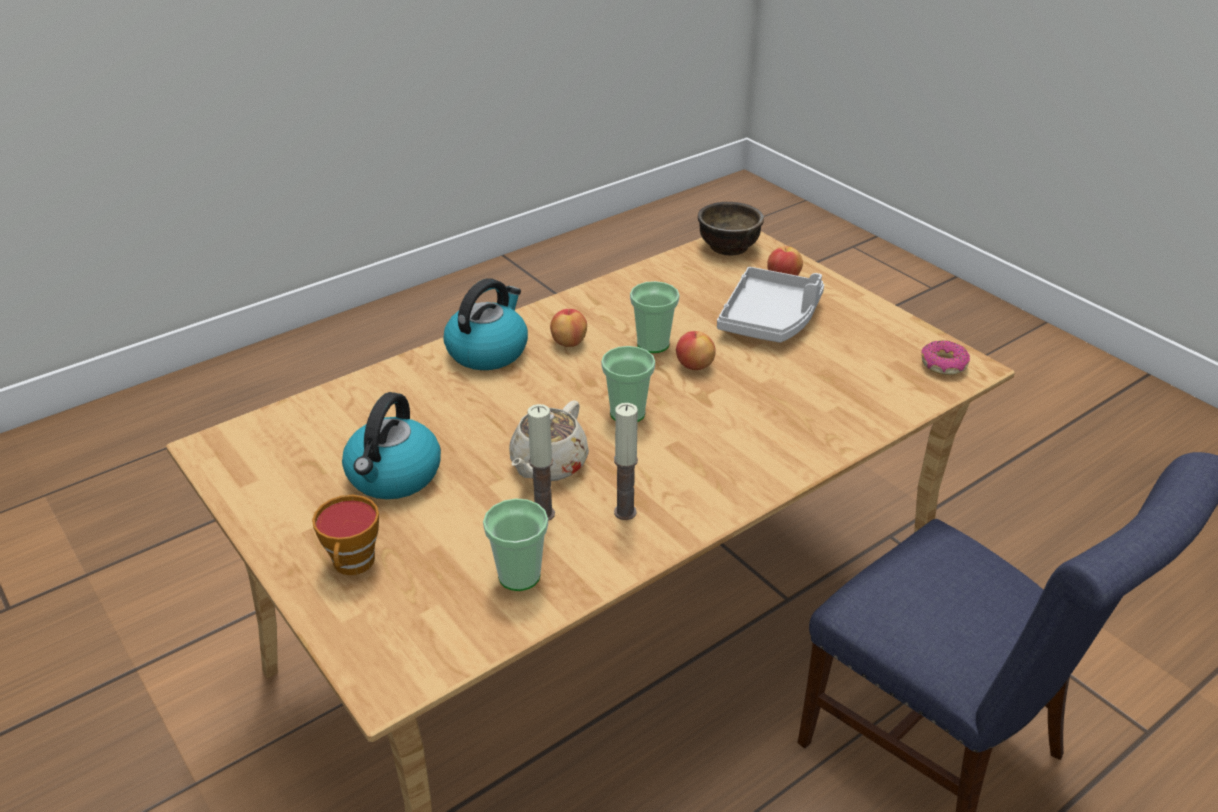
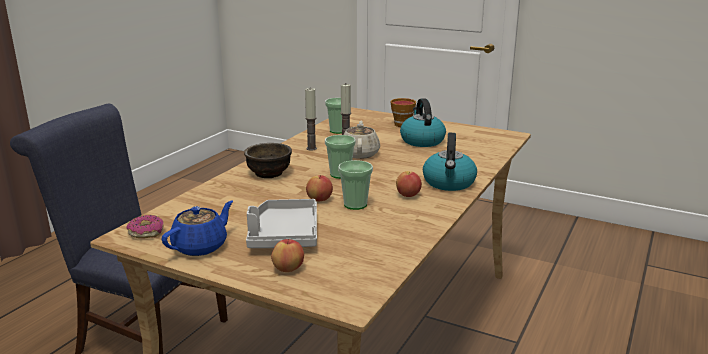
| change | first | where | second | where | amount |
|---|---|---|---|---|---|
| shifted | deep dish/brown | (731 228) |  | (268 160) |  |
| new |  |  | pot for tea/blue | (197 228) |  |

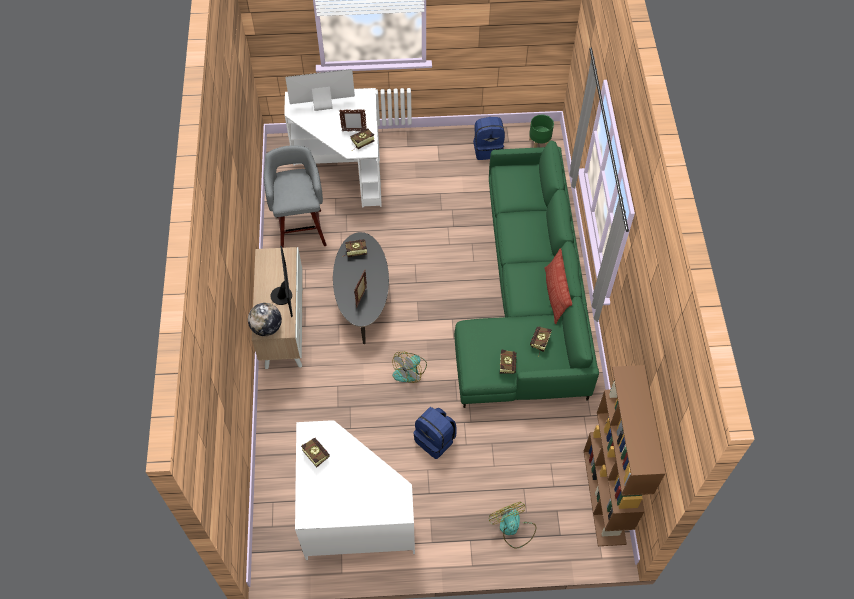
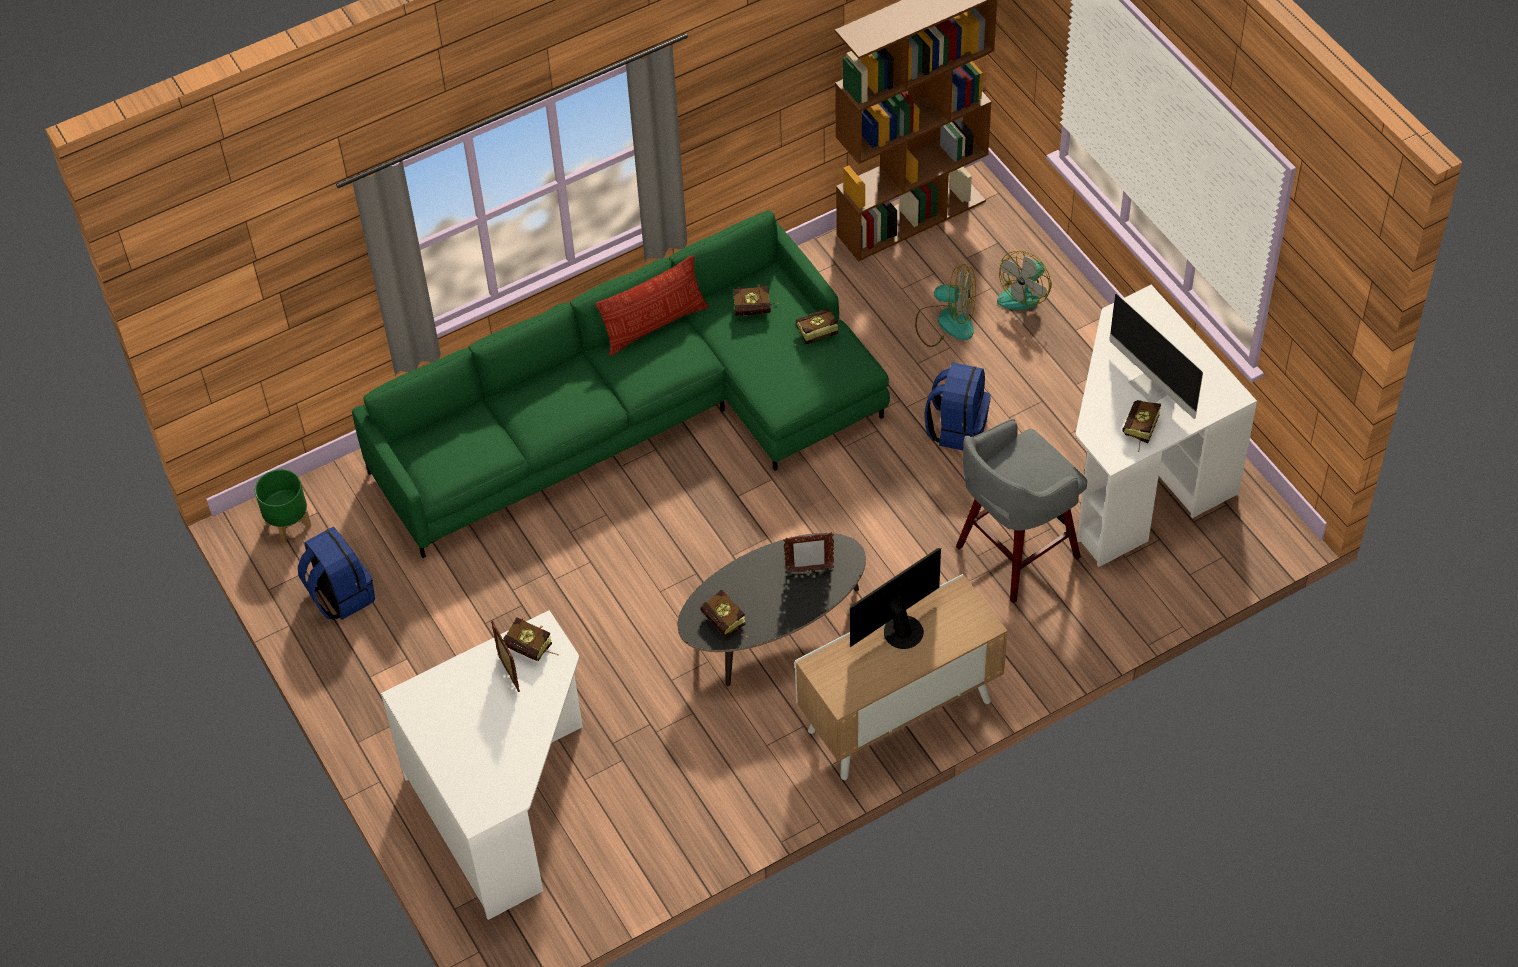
| change | first | where | second | where | amount |
|---|---|---|---|---|---|
| shifted | computer screen | (320 90) |  | (1156 356) |  |
| shifted | stool/grey | (295 196) |  | (1021 511) |  |
| gone | world globe | (265 319) |  |  |  |
| shifted | electric fan | (409 367) |  | (945 305) |  |

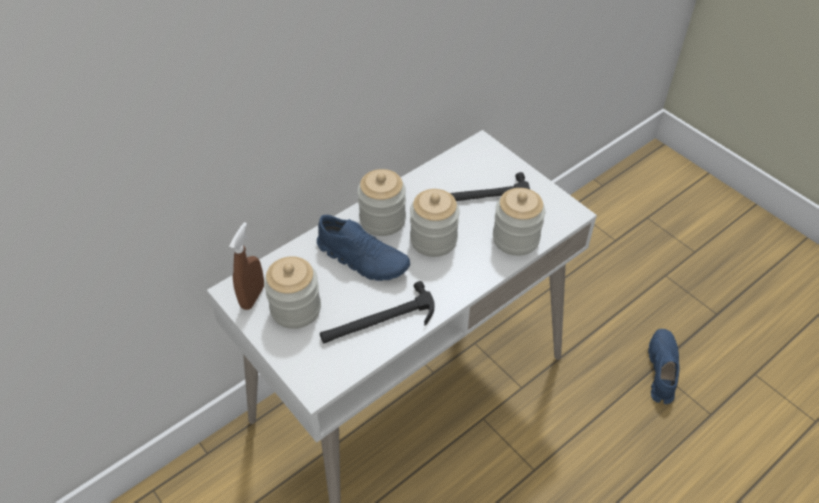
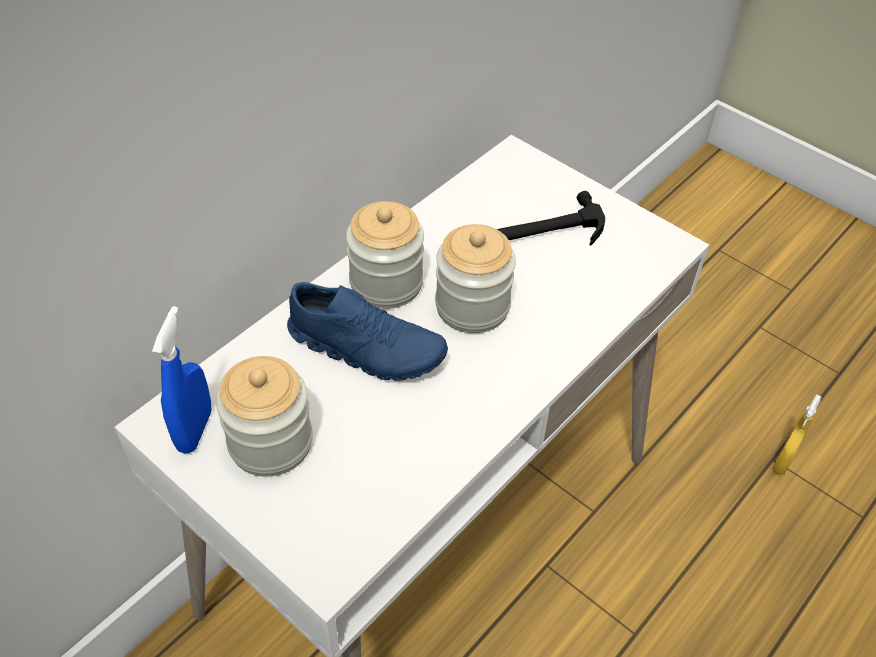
| change | first | where | second | where | amount |
|---|---|---|---|---|---|
| gone | preserve jar | (519 222) |  |  |  |
| repainted | spray bottle/brown | (246 266) | spray bottle/blue | (182 379) |  |
| gone | hammer | (377 312) |  |  |  |
| swapped | low shoe/blue | (664 366) | spray bottle/yellow-coloured | (797 434) |  |

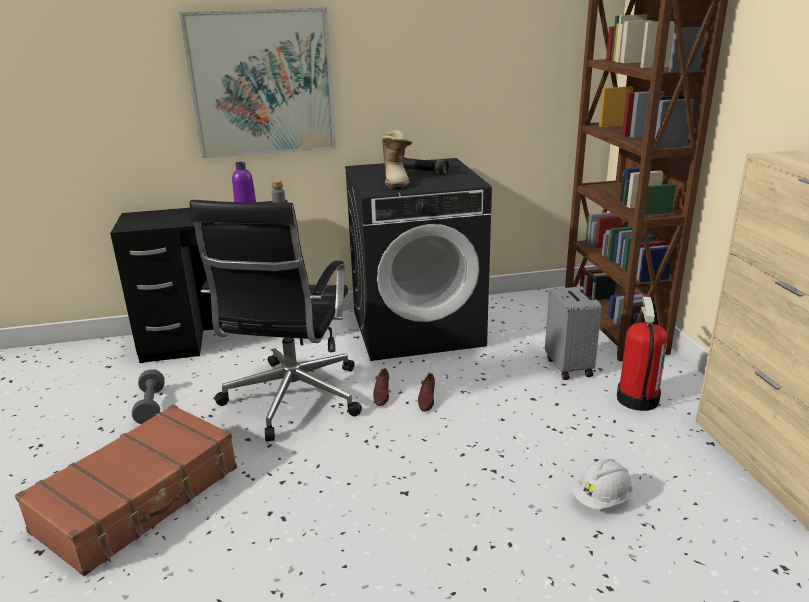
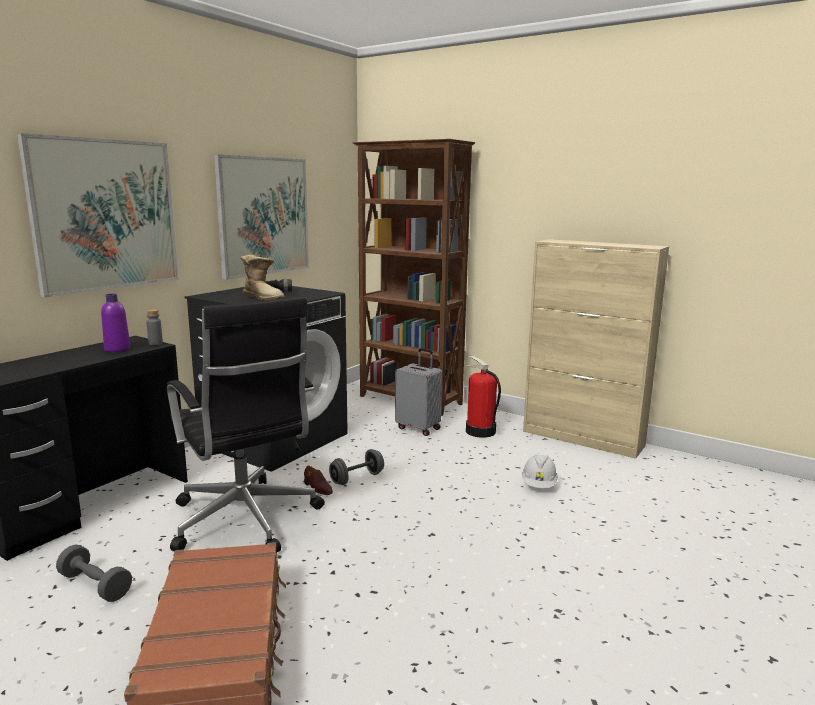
| change | first | where | second | where | amount |
|---|---|---|---|---|---|
| swapped | low shoe/brown | (426 392) | free weight/grey | (356 467) |  |
| new |  |  | wall art | (261 217) |  |

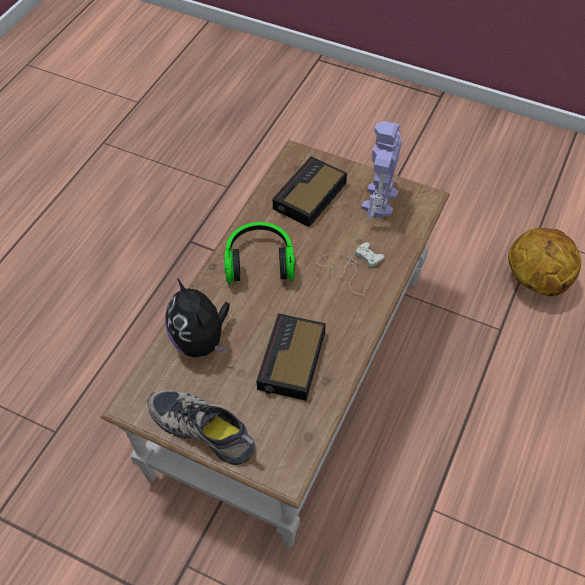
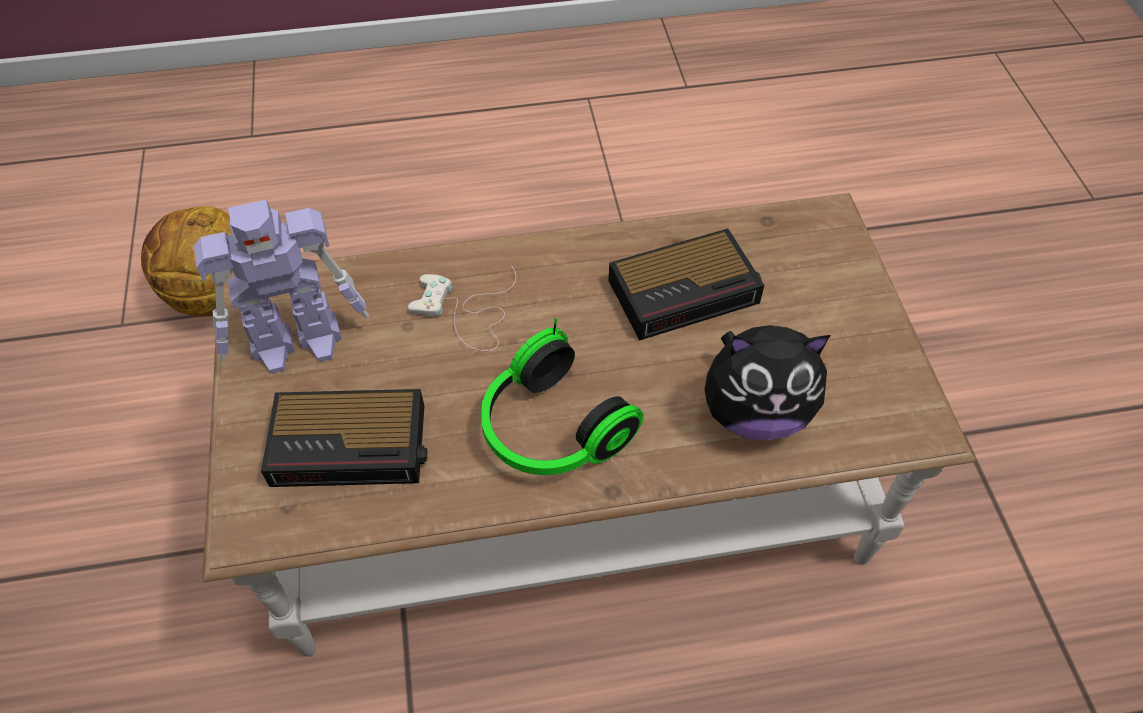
| change | first | where | second | where | amount |
|---|---|---|---|---|---|
| rotated | soft toy | (197 318) |  | (767 383) | 60 degrees clockwise |
| gone | low shoe | (201 427) |  |  |  |

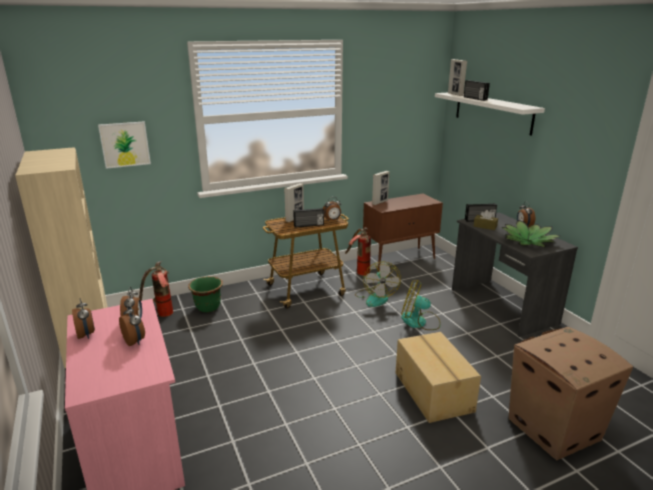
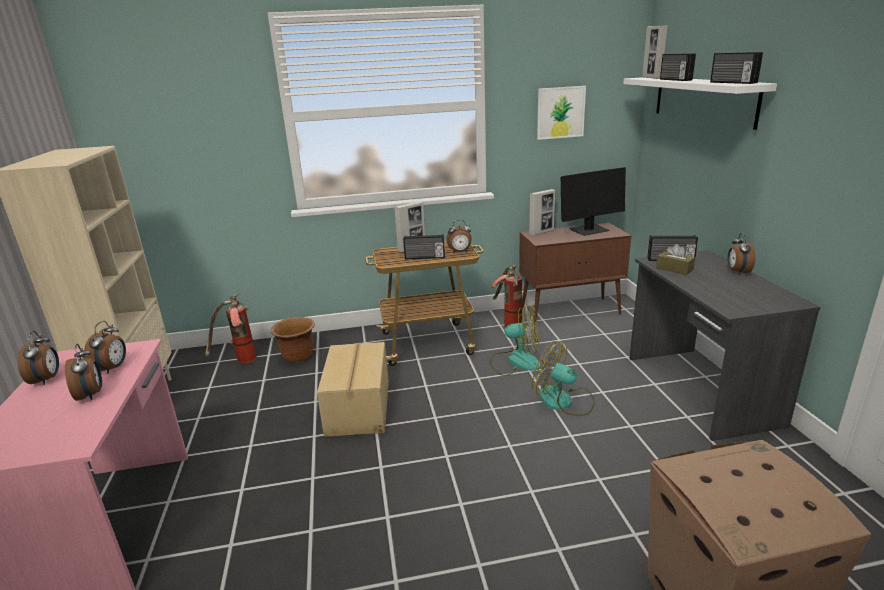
| change | first | where | second | where | amount |
|---|---|---|---|---|---|
| shifted | wall art | (124 145) |  | (561 113) |  |
| gone | potted plant | (530 233) |  |  |  |
| rotated | electric fan | (378 284) |  | (515 340) | 90 degrees counterclockwise |
| repainted | planter/green-coloured | (205 294) | planter/brown | (293 339) |  |
| shifted | cardboard box | (438 377) |  | (353 389) |  |
| new |  |  | radio set | (736 68) |  |
| new |  |  | computer screen | (593 201) |  |

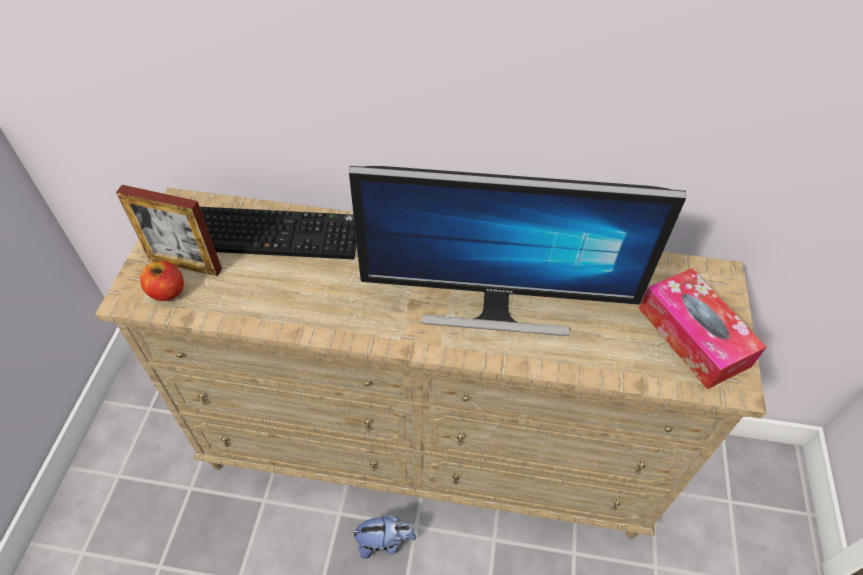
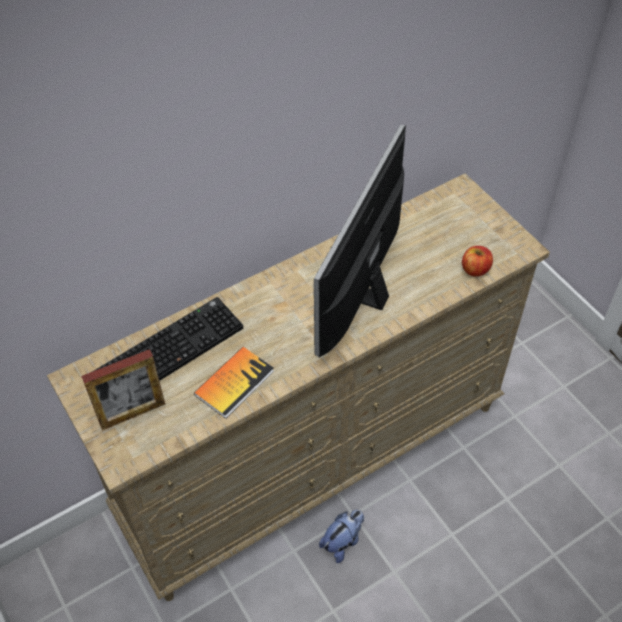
| change | first | where | second | where | amount |
|---|---|---|---|---|---|
| rotated | computer screen | (517 251) |  | (360 241) | 150 degrees clockwise |
| shifted | apple fruit | (162 281) |  | (477 261) |  |
| gone | tissue box | (702 328) |  |  |  |
| new |  |  | bound book | (234 383) |  |

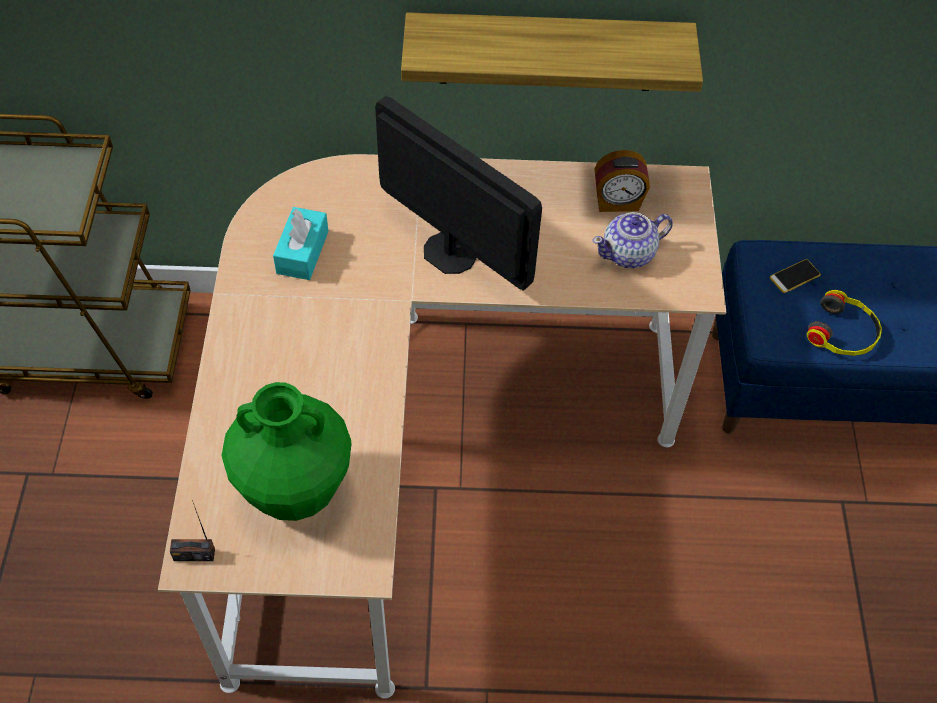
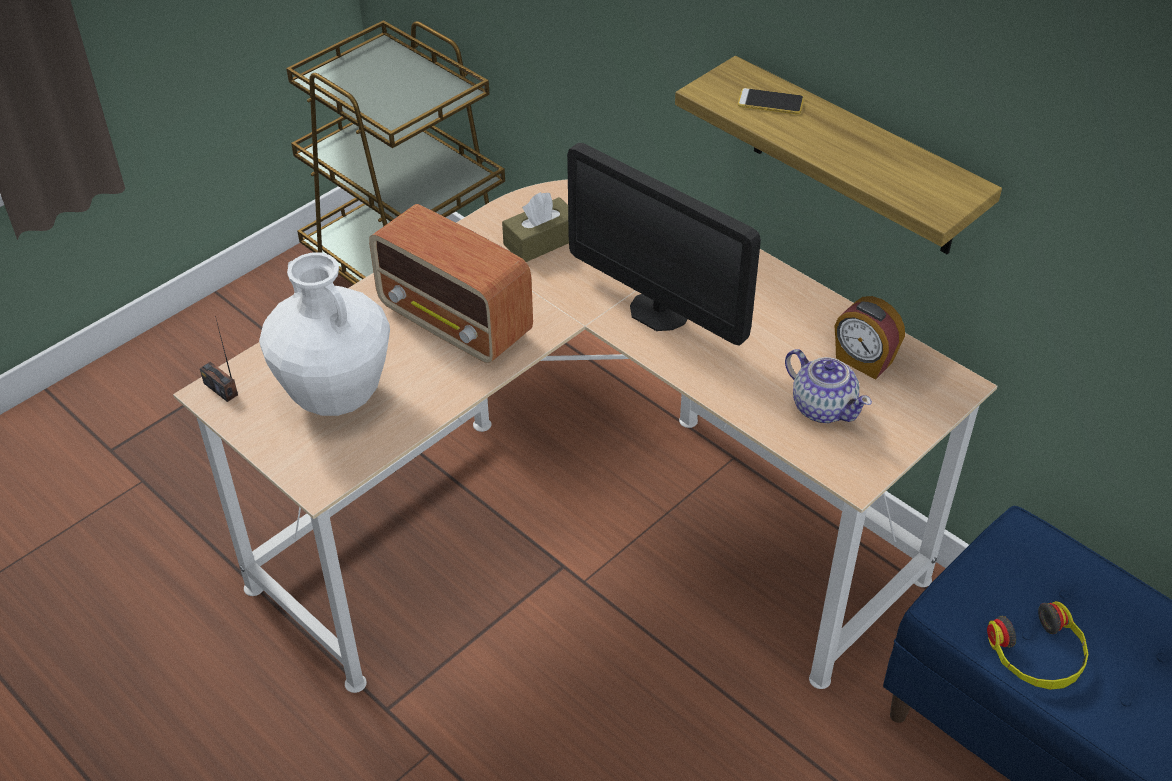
| change | first | where | second | where | amount |
|---|---|---|---|---|---|
| rotated | computer screen | (458 193) |  | (664 244) | 135 degrees clockwise |
| repainted | tissue box/blue-green | (301 243) | tissue box/brown | (535 227) |  |
| rotated | pot for tea | (632 240) |  | (828 386) | 150 degrees counterclockwise |
| shifted | telephone | (795 276) |  | (771 101) |  |
| repainted | flower vase/green-coloured | (286 451) | flower vase/whitish | (324 334) |  |
| new |  |  | radio set | (451 283) |  |

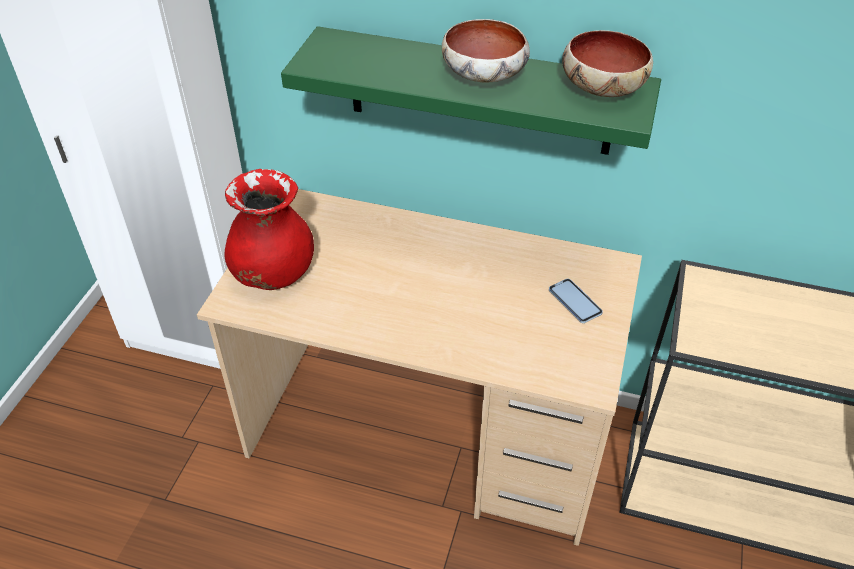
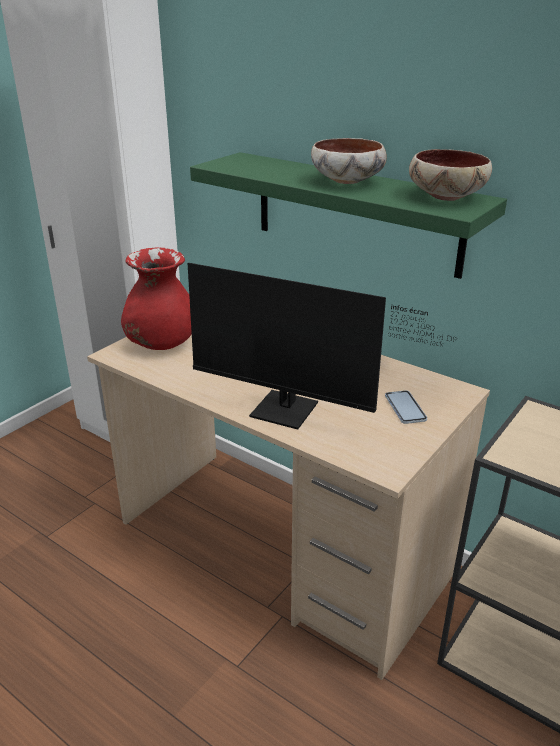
| change | first | where | second | where | amount |
|---|---|---|---|---|---|
| new |  |  | computer screen | (322 346) |  |

